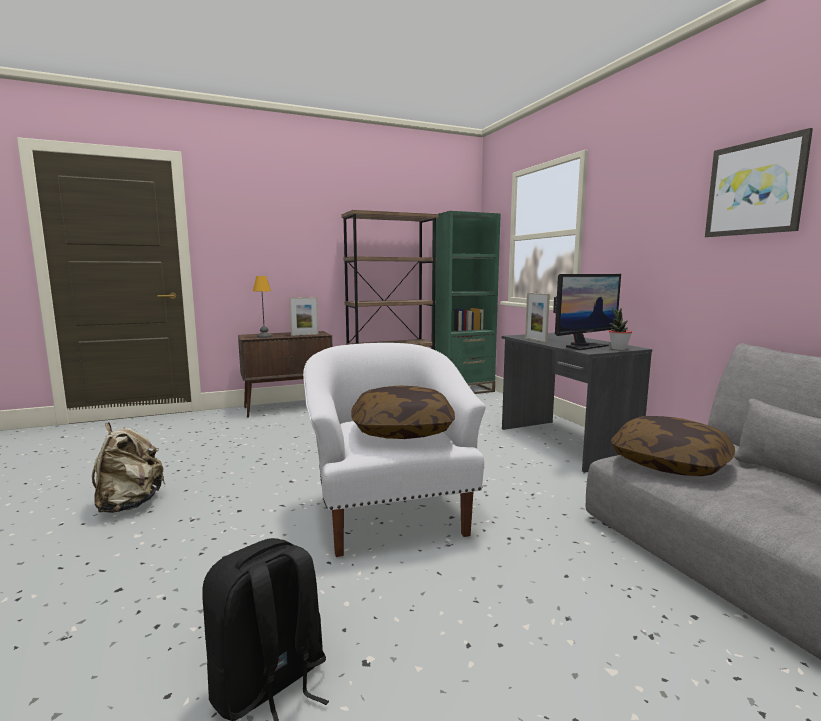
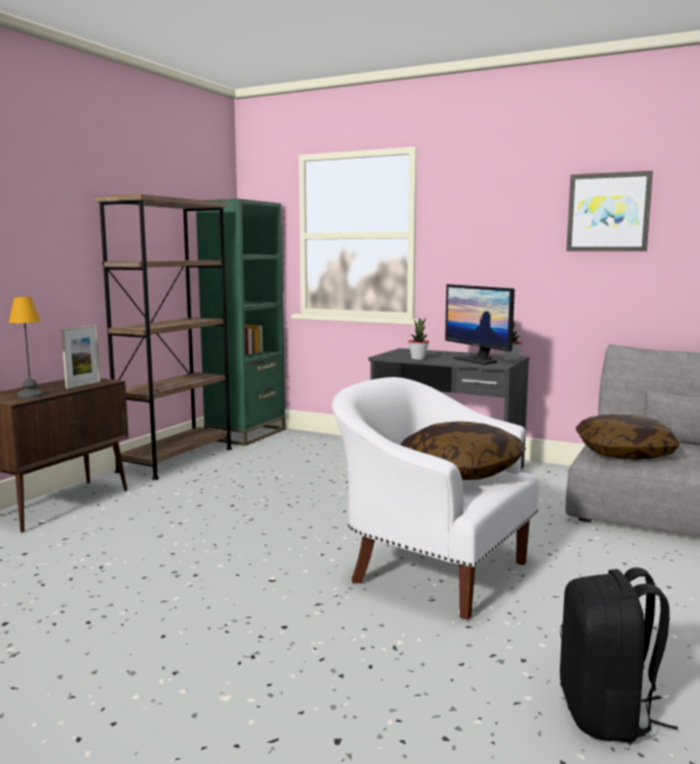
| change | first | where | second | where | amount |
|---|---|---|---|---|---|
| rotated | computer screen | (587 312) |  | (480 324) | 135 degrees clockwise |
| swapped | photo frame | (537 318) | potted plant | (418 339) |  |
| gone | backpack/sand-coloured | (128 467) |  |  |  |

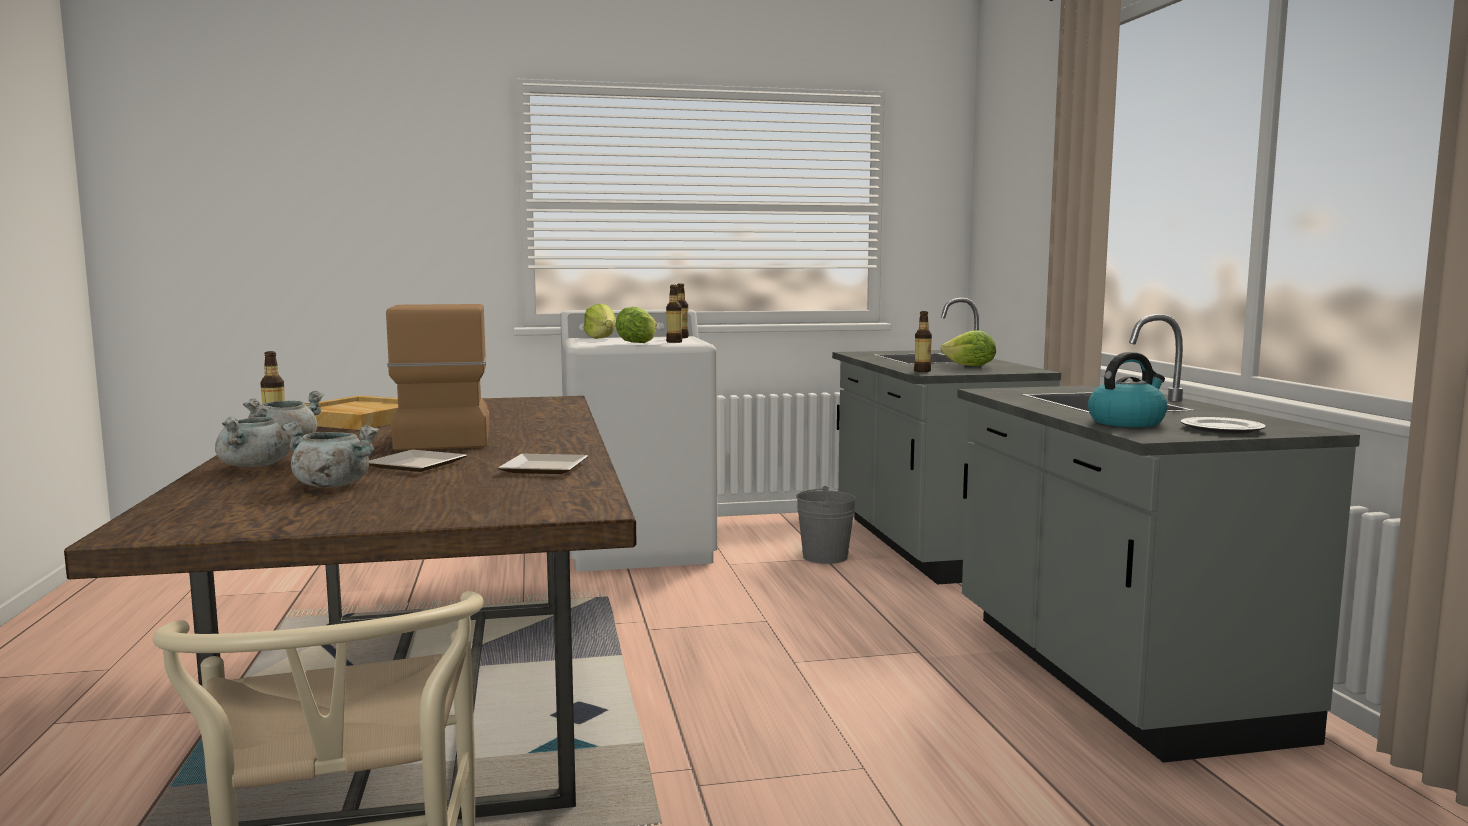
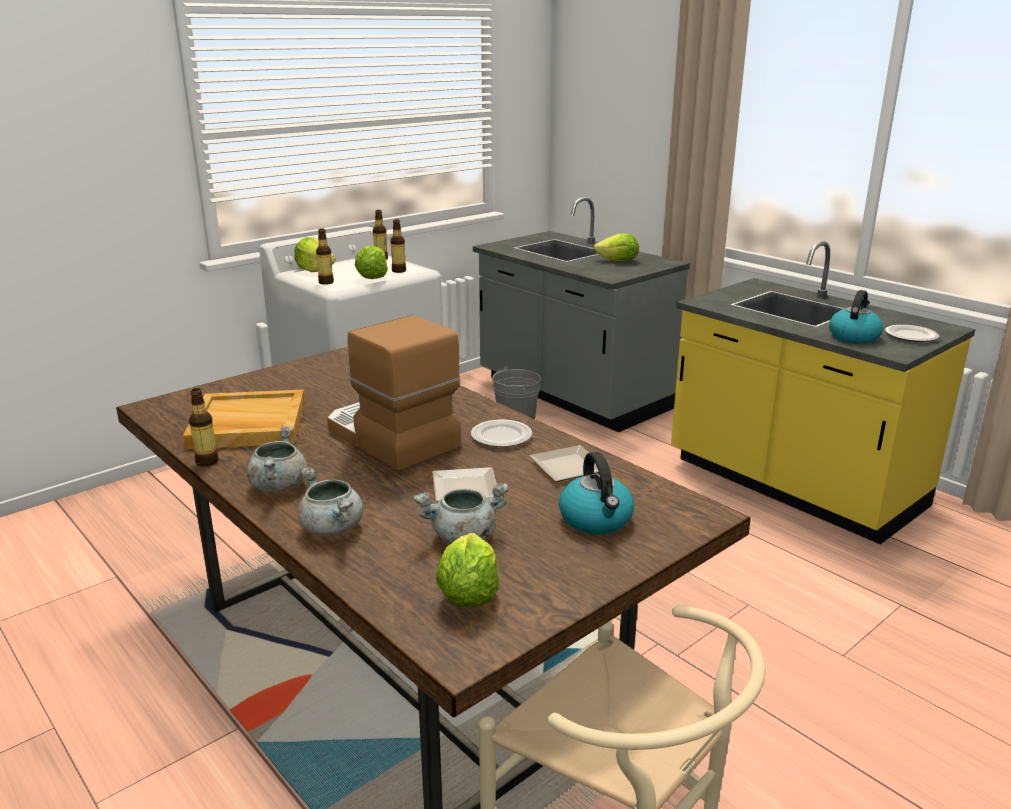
| change | first | where | second | where | amount |
|---|---|---|---|---|---|
| shifted | bottle | (923 341) |  | (325 257) |  |
| repainted | kitchen counter/grey | (1158 538) | kitchen counter/yellow-coloured | (823 393) |  |
| new |  |  | plate | (501 433) |  |
| new |  |  | water kettle | (596 493) |  |
| new |  |  | lettuce head | (467 570) |  |

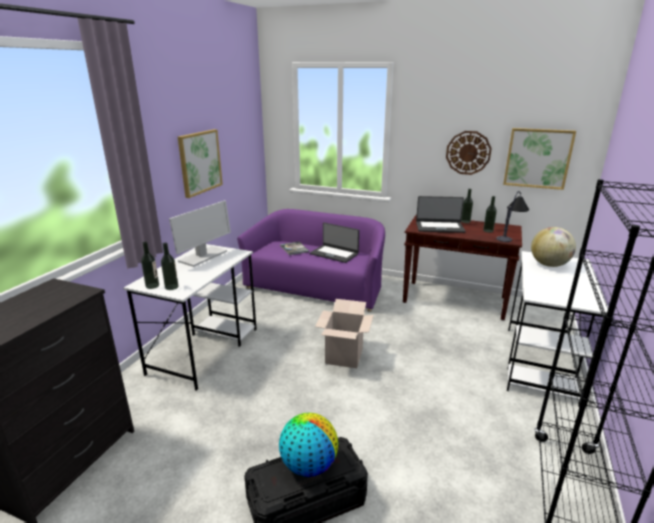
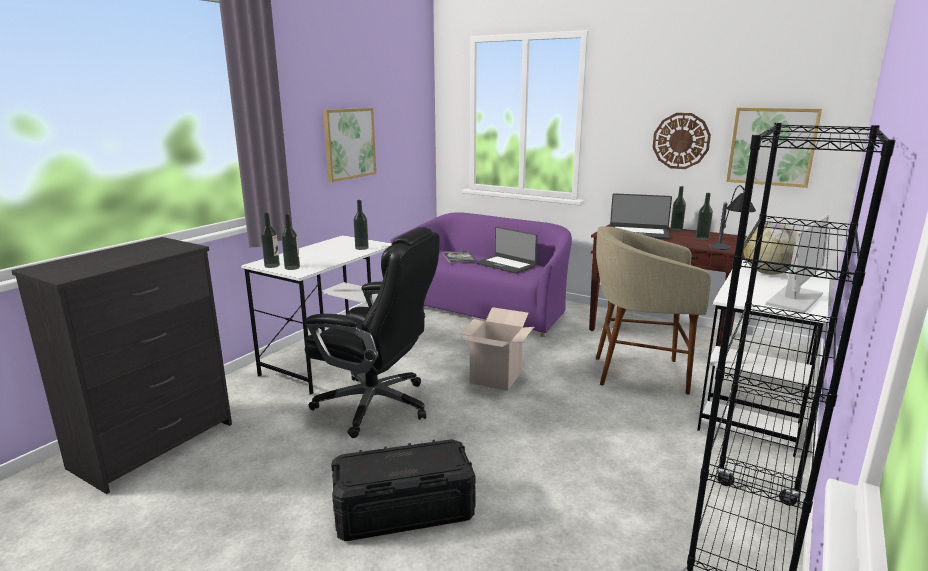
| change | first | where | second | where | amount |
|---|---|---|---|---|---|
| shifted | computer screen | (200 233) |  | (797 263) |  |
| gone | world globe | (308 445) |  |  |  |
| new |  |  | bottle | (361 225) |  |
| new |  |  | stool/sand-coloured | (653 310) |  |
| new |  |  | desk chair/blackish | (372 332) |  |

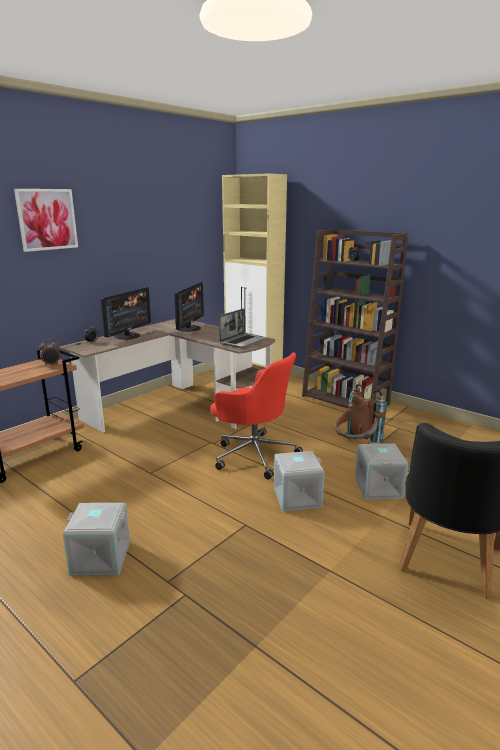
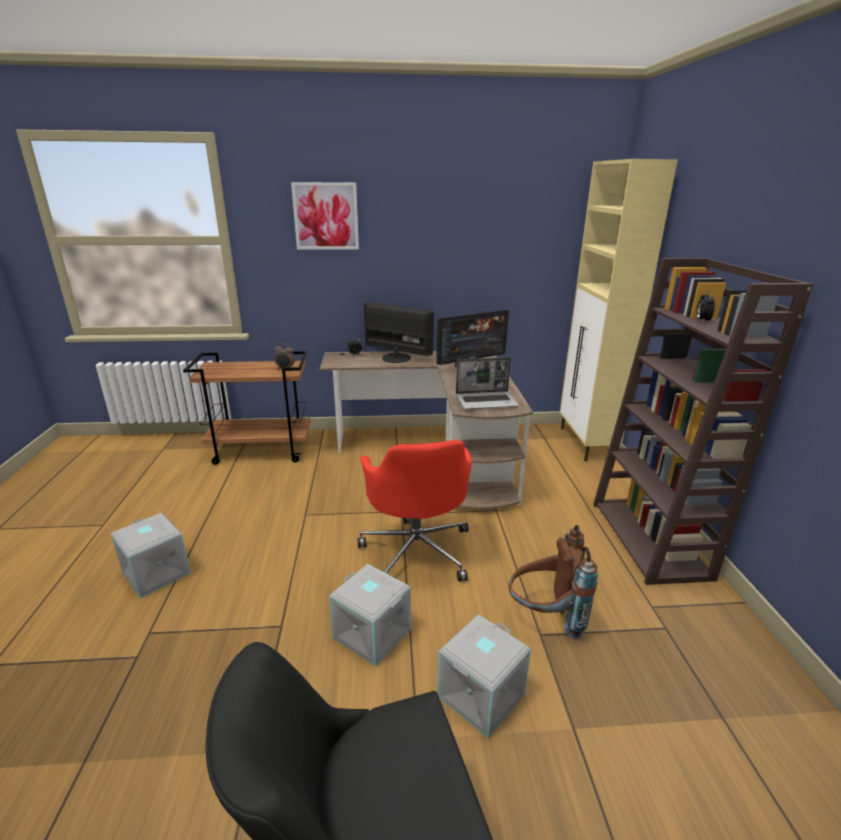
| change | first | where | second | where | amount |
|---|---|---|---|---|---|
| rotated | computer screen | (125 313) |  | (399 332) | 135 degrees counterclockwise |

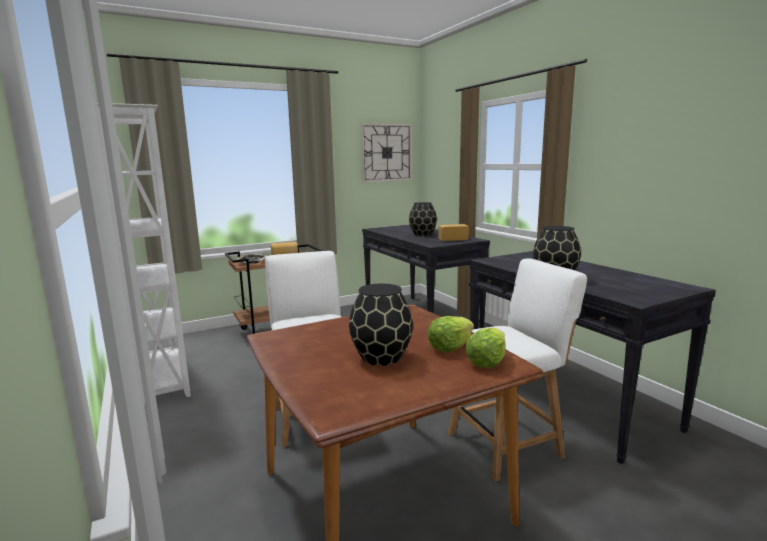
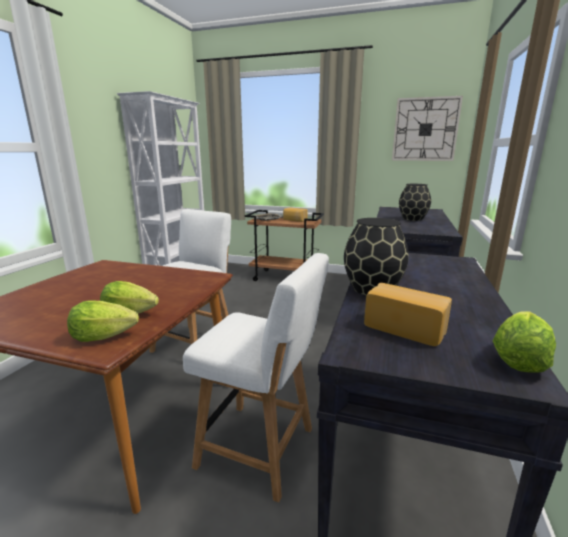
| change | first | where | second | where | amount |
|---|---|---|---|---|---|
| shifted | baked bread | (453 232) |  | (408 314) |  |
| gone | flower vase/blackish | (381 325) |  |  |  |
| new |  |  | lettuce head | (524 342) |  |

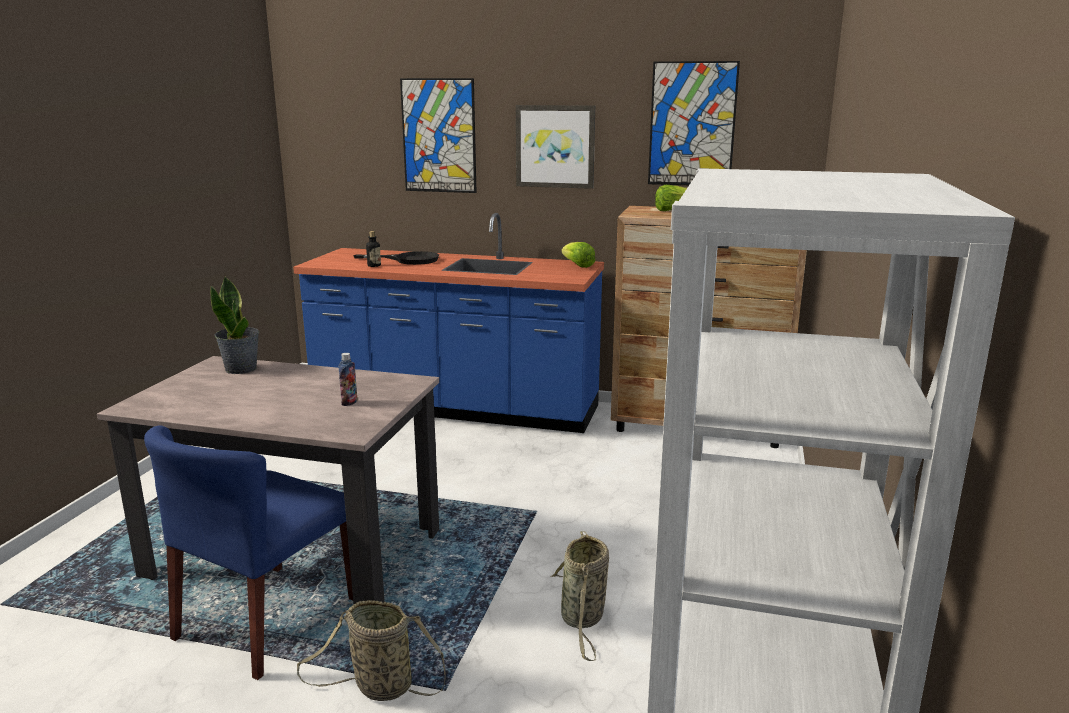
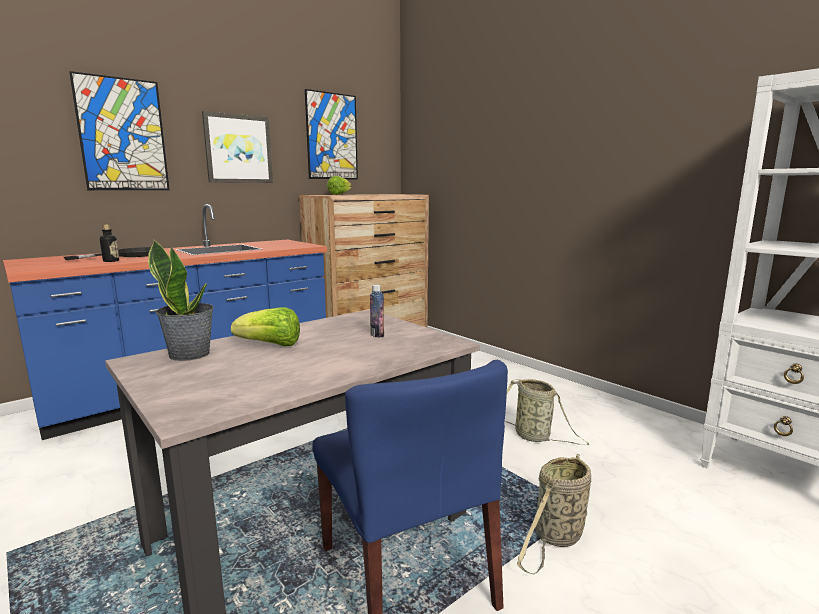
| change | first | where | second | where | amount |
|---|---|---|---|---|---|
| shifted | lettuce head | (578 255) |  | (265 326) |  |

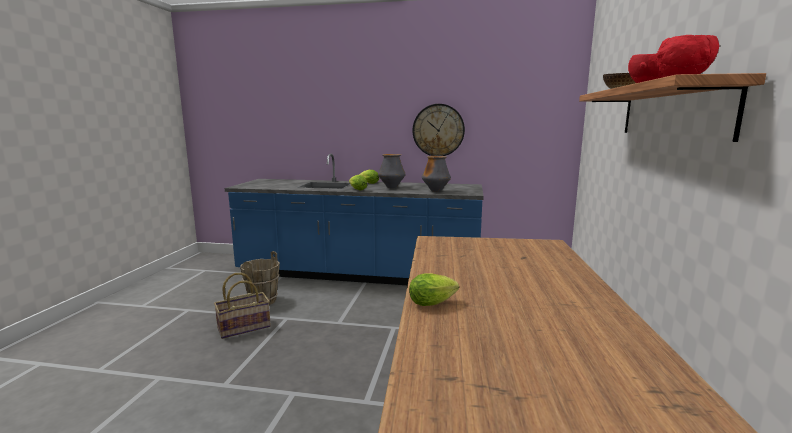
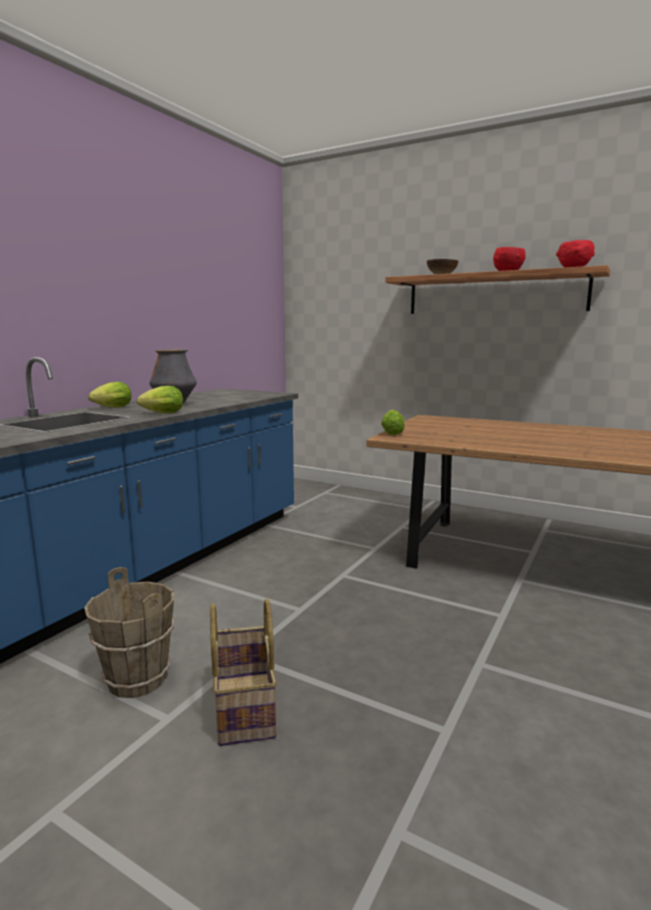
| change | first | where | second | where | amount |
|---|---|---|---|---|---|
| gone | wall clock | (439 130) |  |  |  |
| gone | flower vase | (436 174) |  |  |  |
| shifted | lettuce head | (434 289) |  | (393 422) |  |

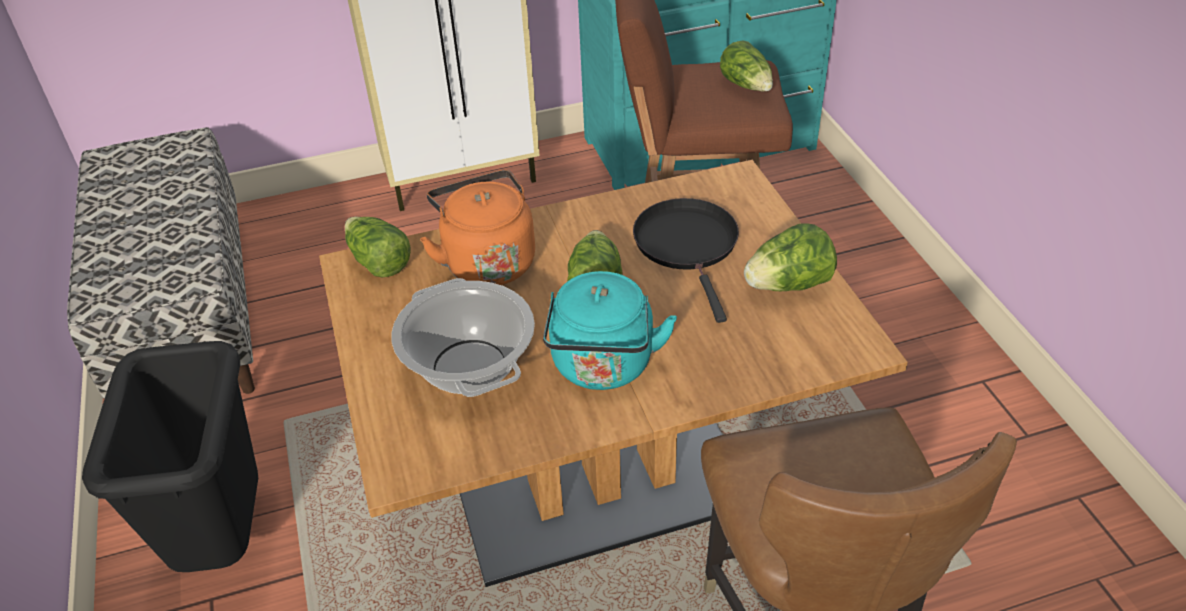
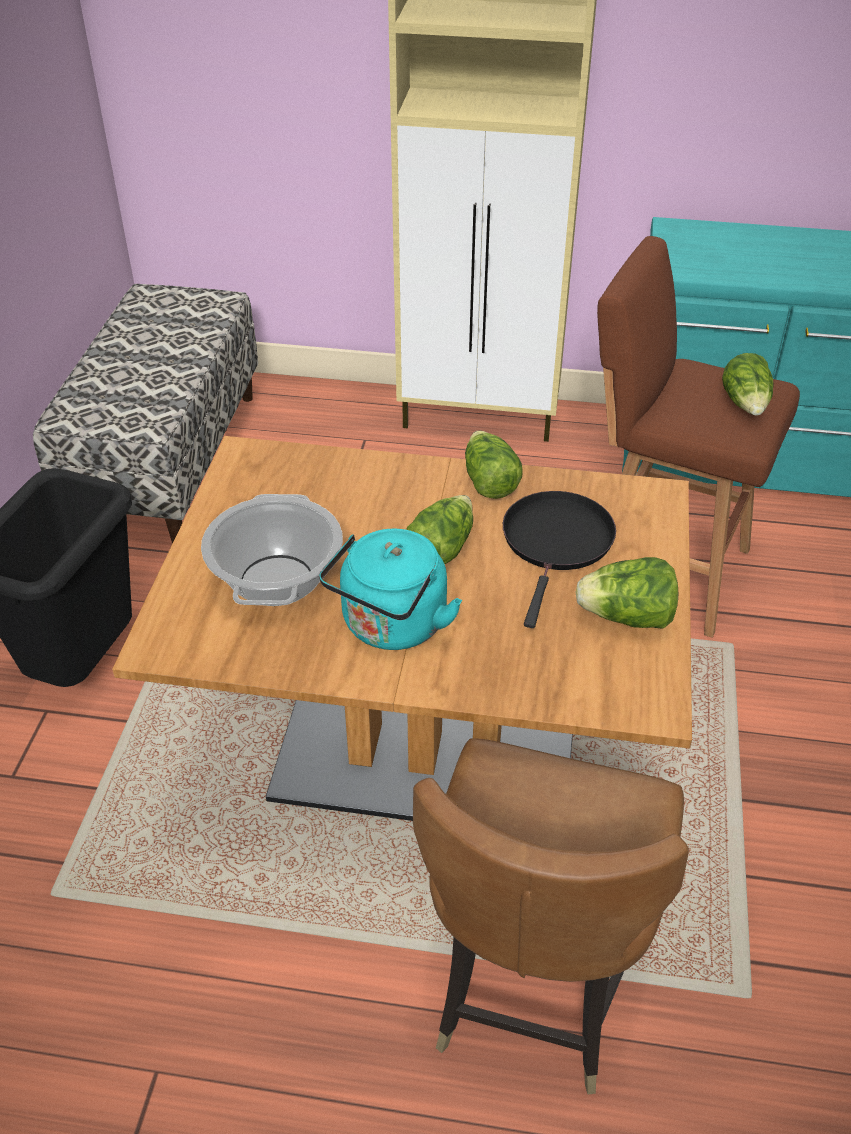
| change | first | where | second | where | amount |
|---|---|---|---|---|---|
| gone | water kettle/orange | (477 227) |  |  |  |
| shifted | lettuce head | (378 247) |  | (493 465) |  |

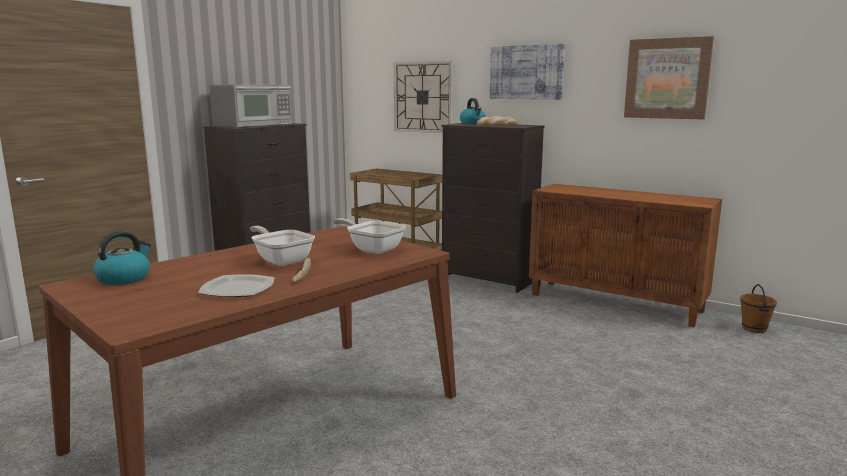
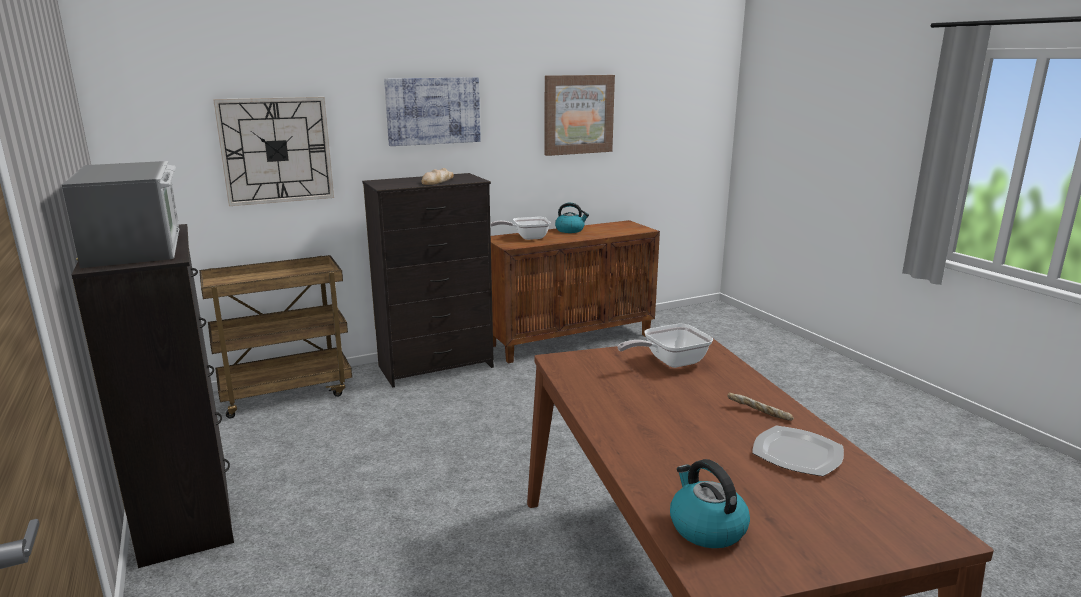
| change | first | where | second | where | amount |
|---|---|---|---|---|---|
| shifted | water kettle | (473 111) |  | (572 218) |  |
| shifted | frying pan | (282 246) |  | (520 228) |  |
| gone | pail/brown | (758 308) |  |  |  |

